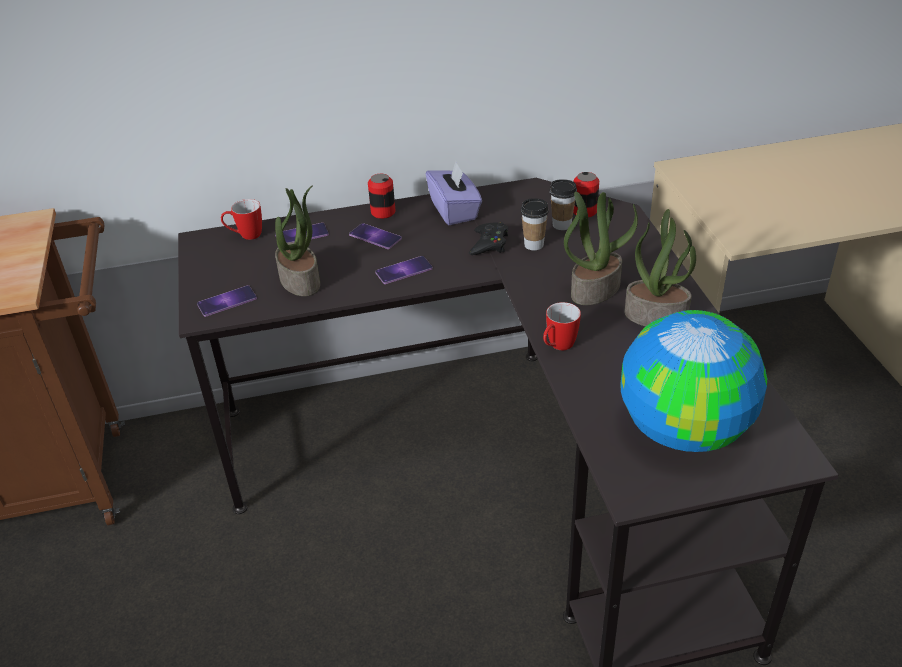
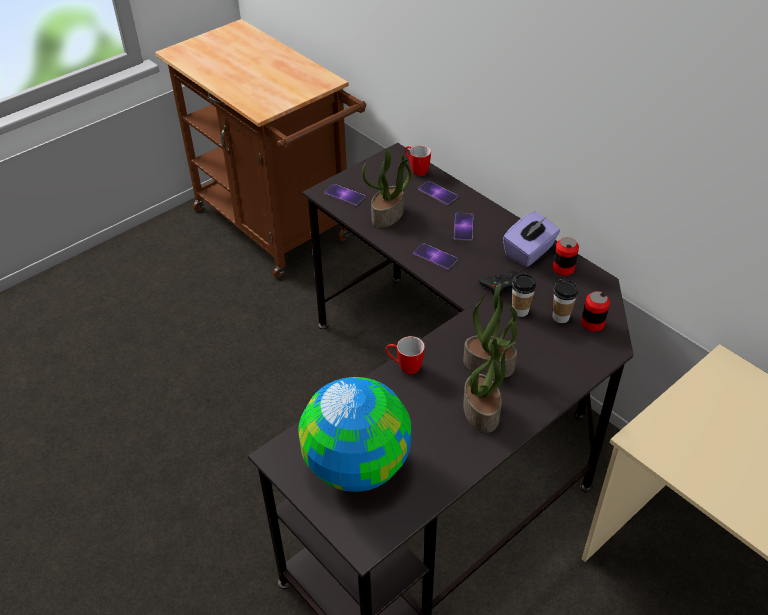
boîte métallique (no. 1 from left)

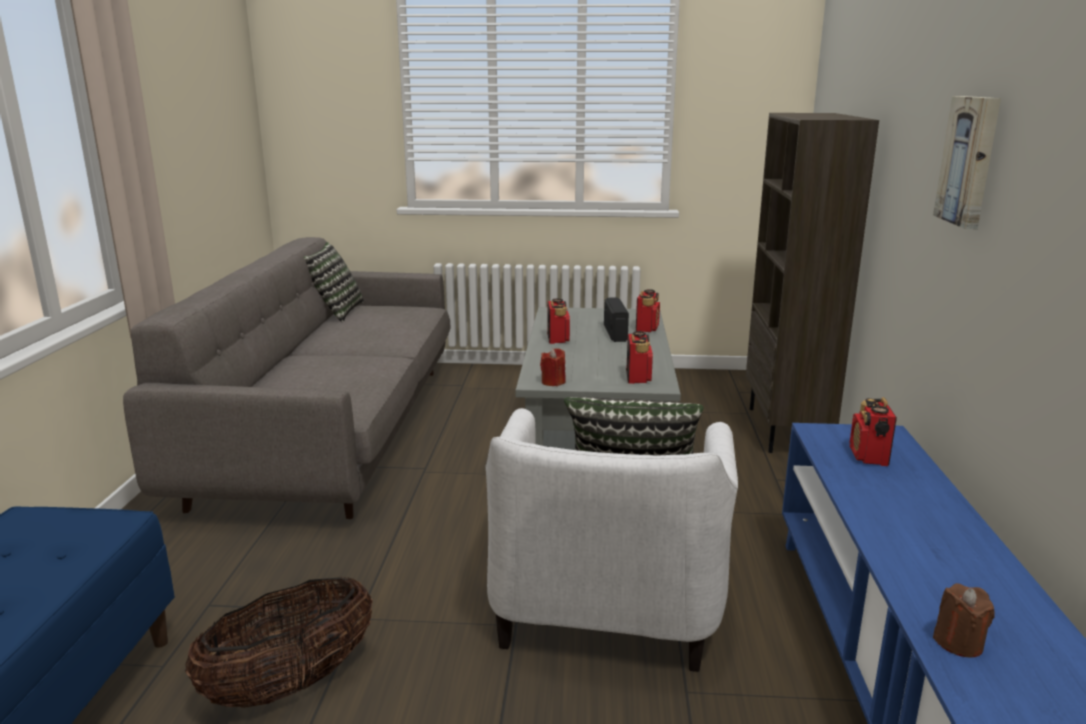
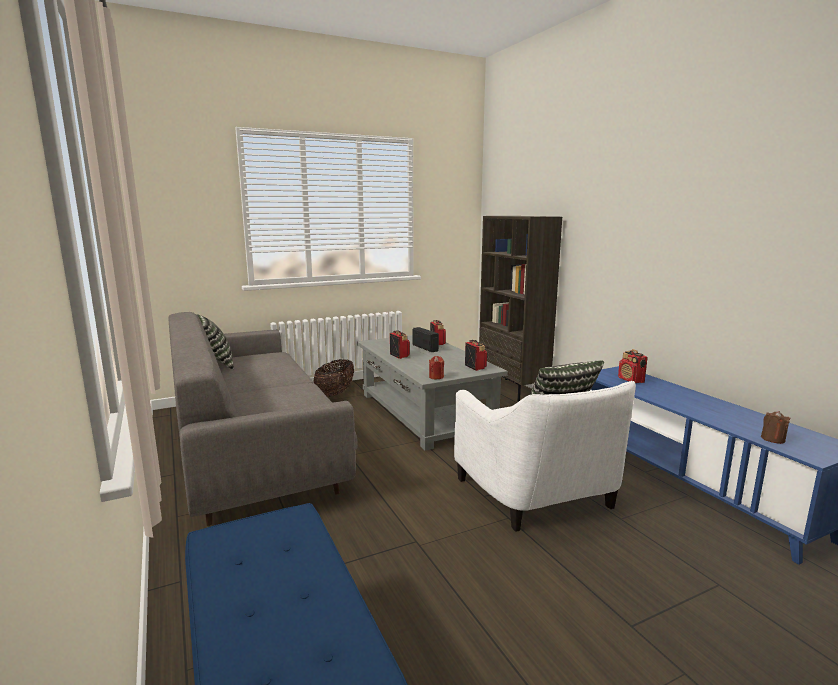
tableau
panier

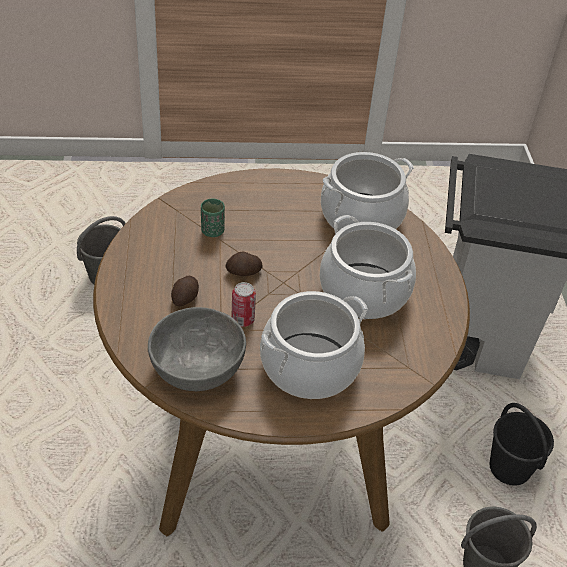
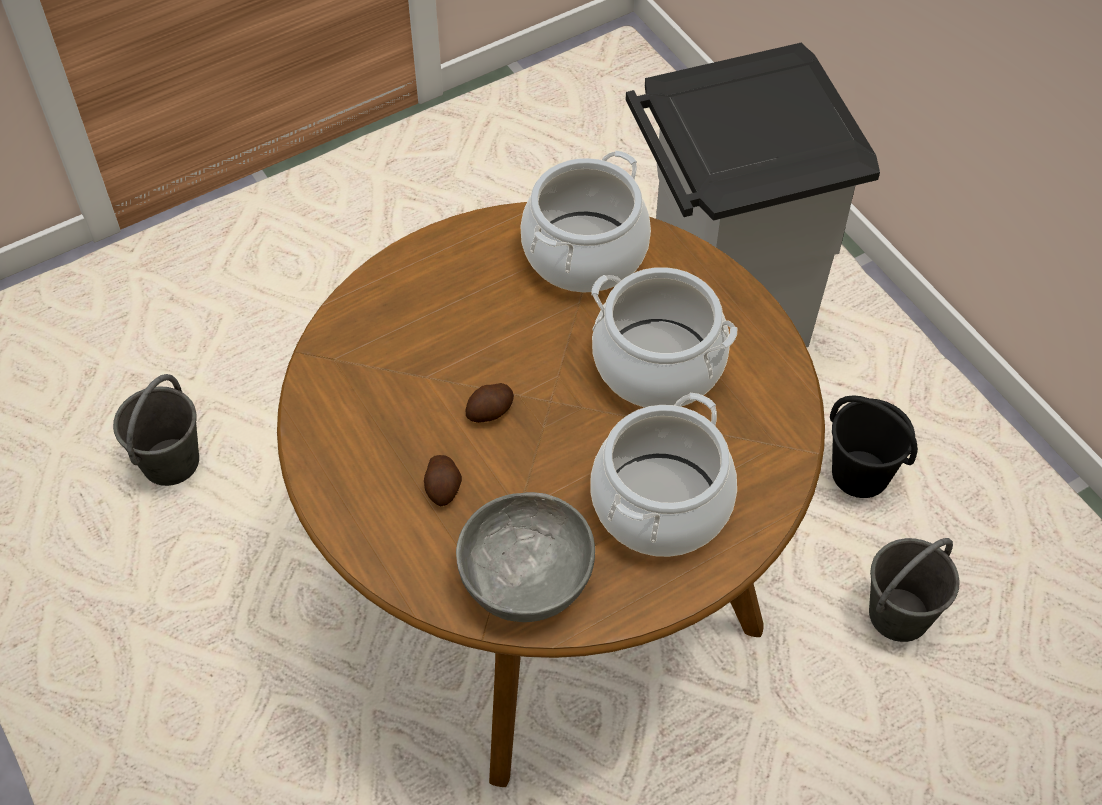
tasse (vert)
boîte métallique

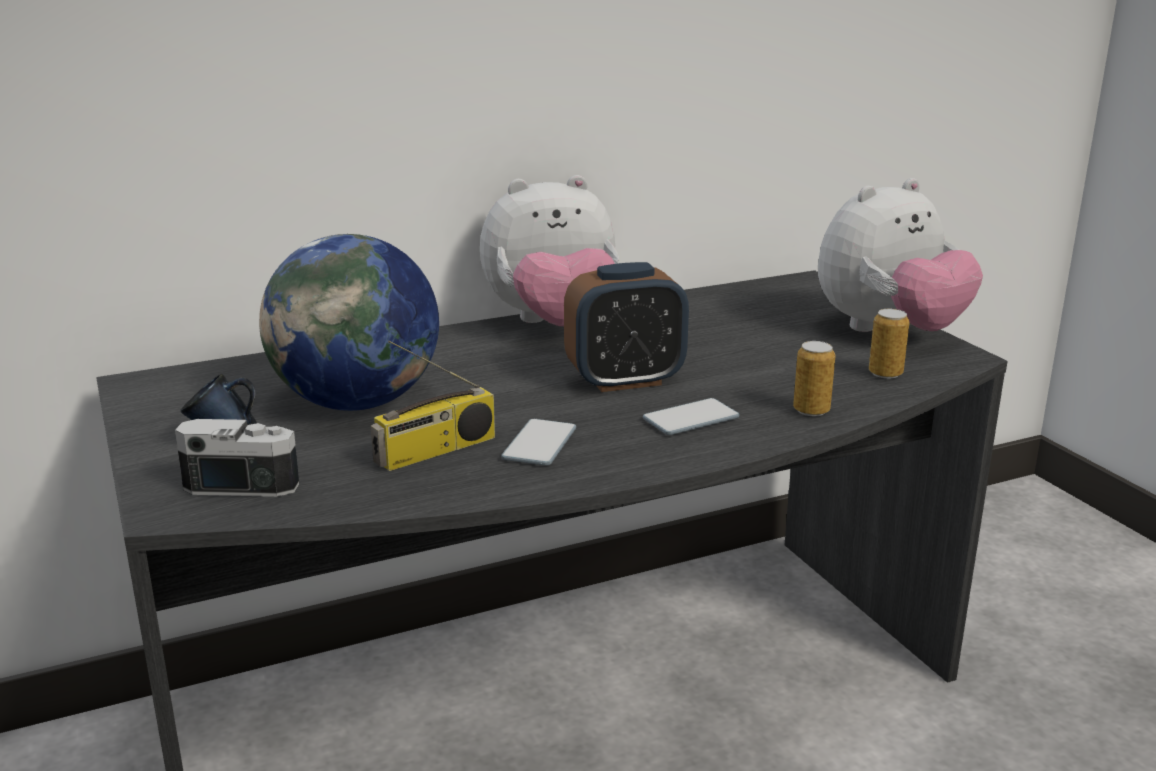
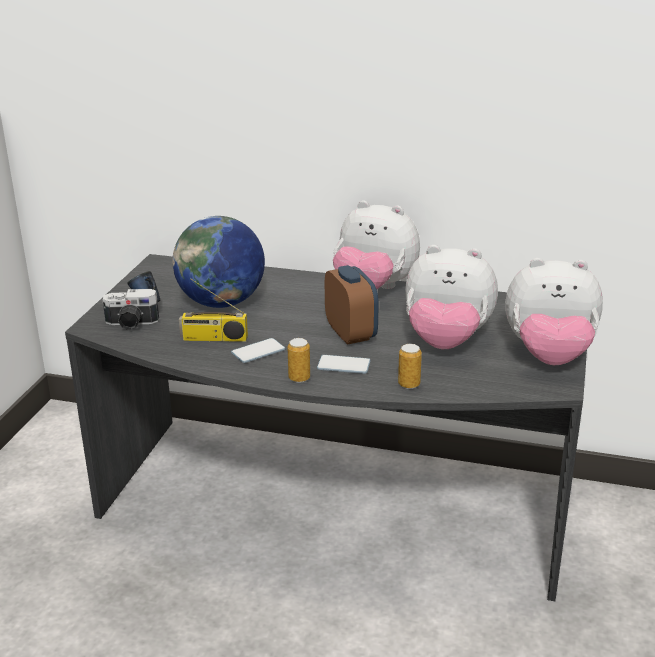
réveil
boîte métallique (no. 1 from left)
appareil photo
peluche (no. 2 from left)

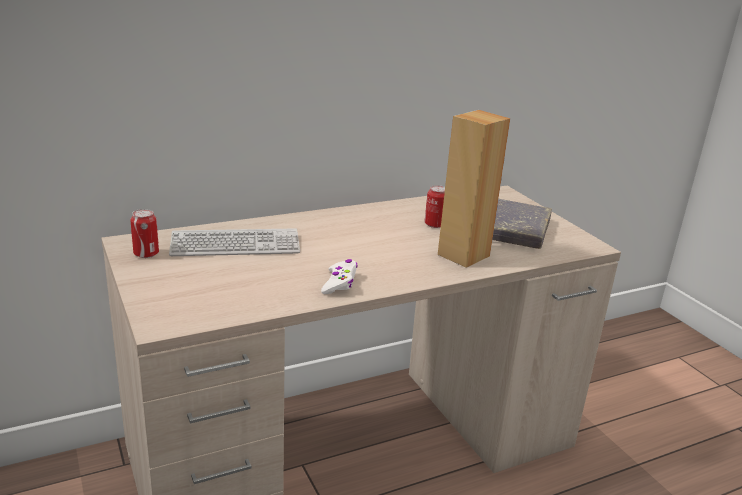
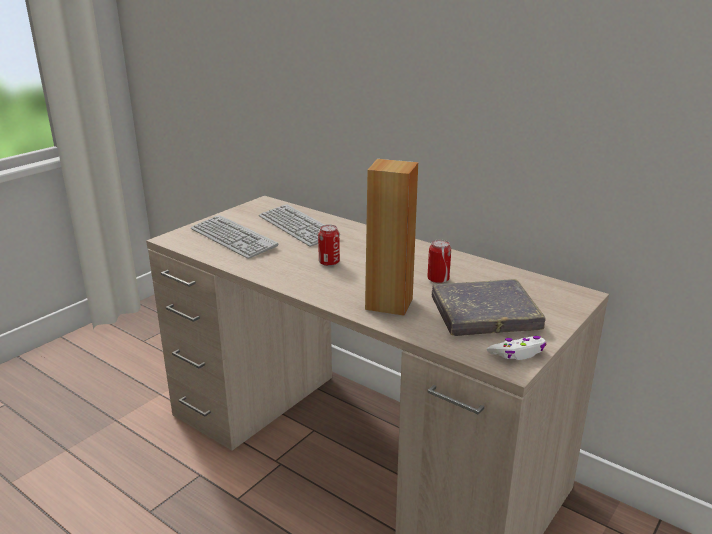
boîte métallique (no. 1 from left)
manette (blanc)
clavier (no. 1 from left)

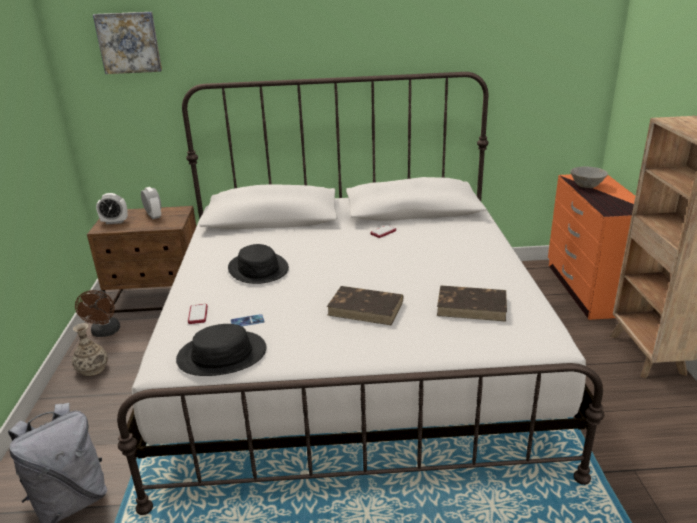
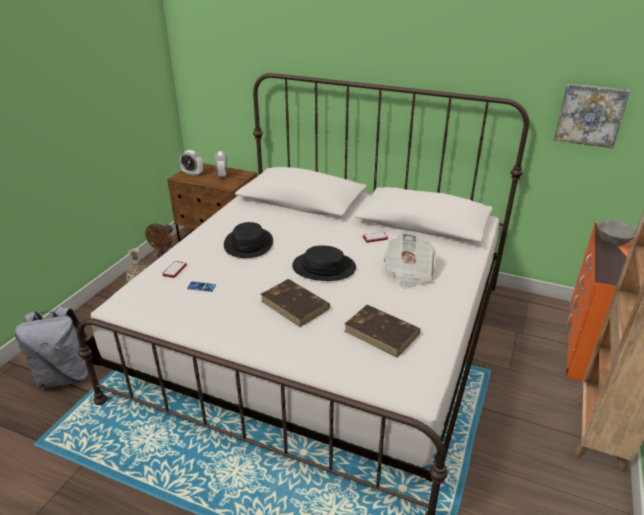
tableau
chapeau (noir) (no. 2 from left)
journal

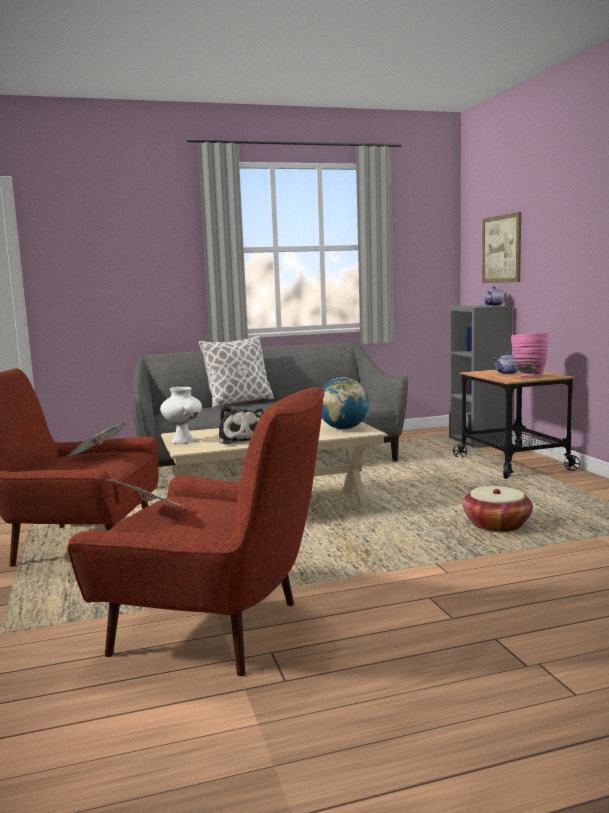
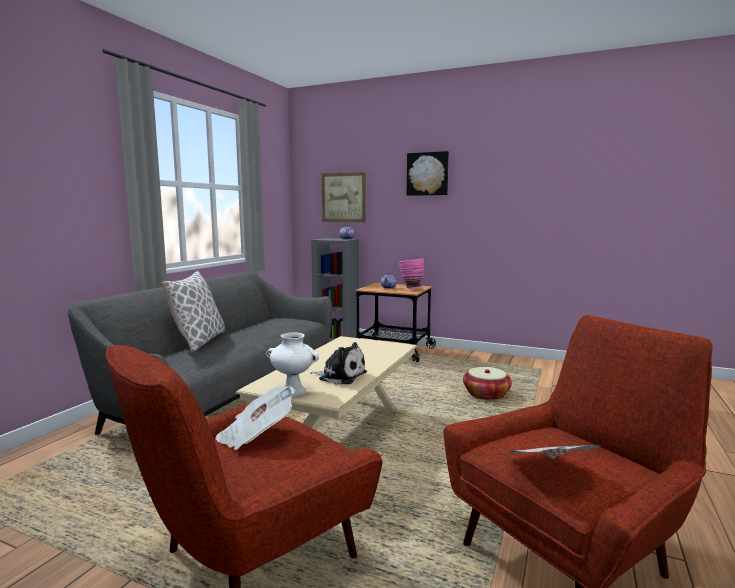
globe
tableau (no. 2 from left)

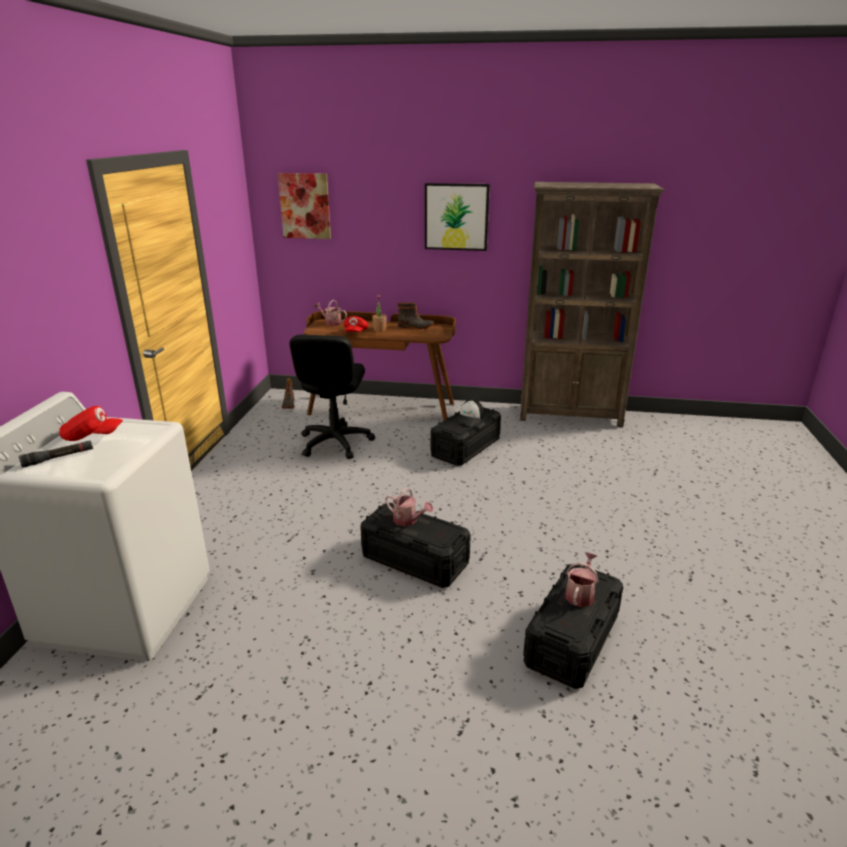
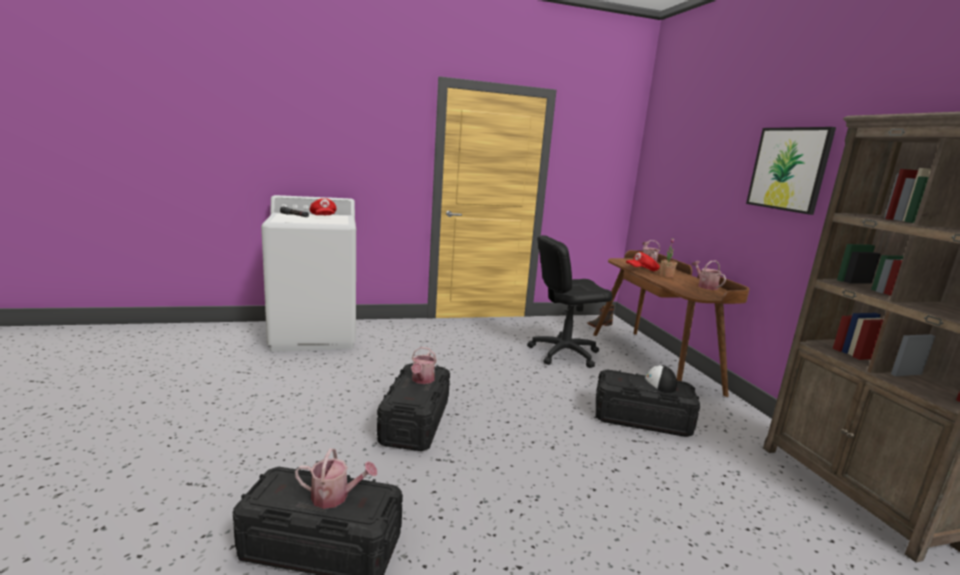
tableau (no. 1 from left in the first image)
arrosoir (no. 4 from left)

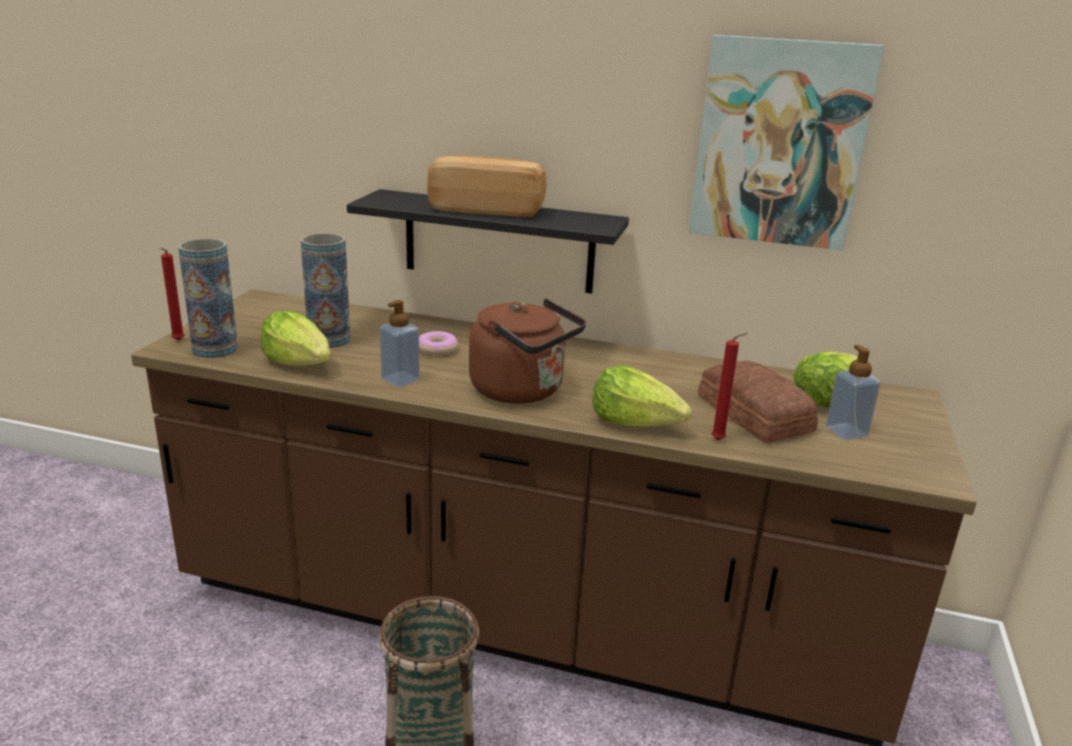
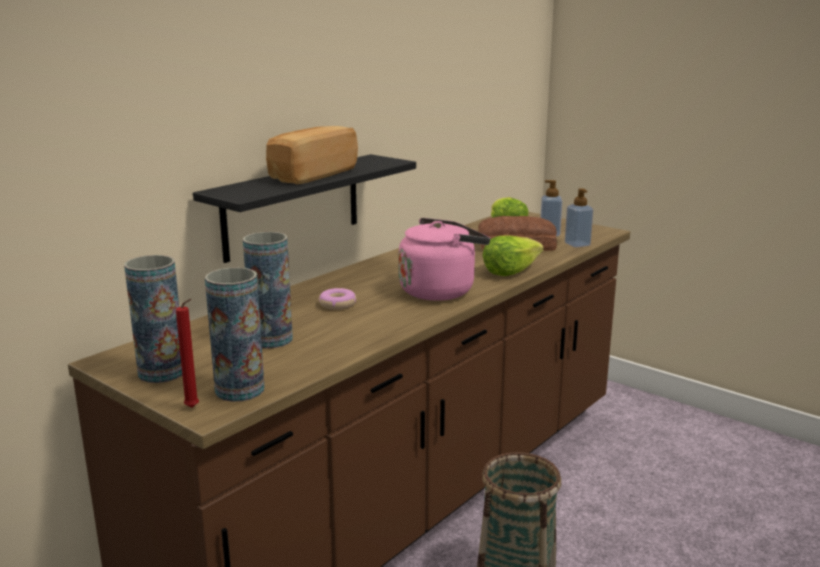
tableau
bouilloire (rose)
distributeur de savon (no. 2 from left)
laitue (no. 1 from left in the first image)
bougie (rouge) (no. 2 from left in the first image)
vase (no. 1 from left)

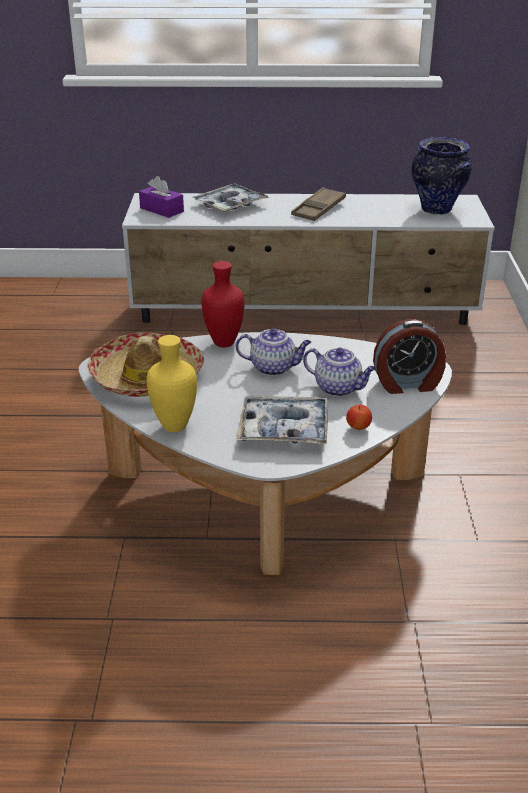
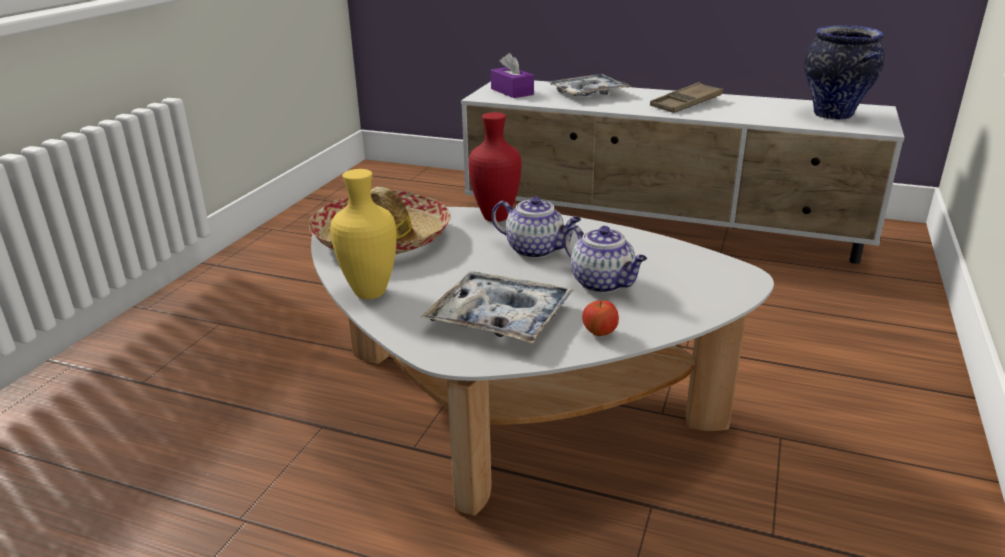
réveil

